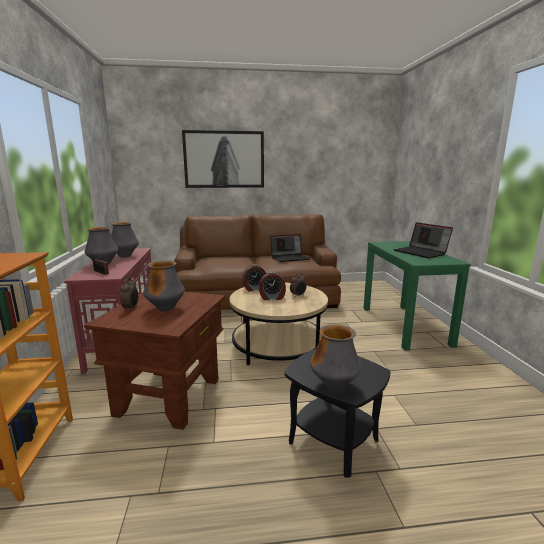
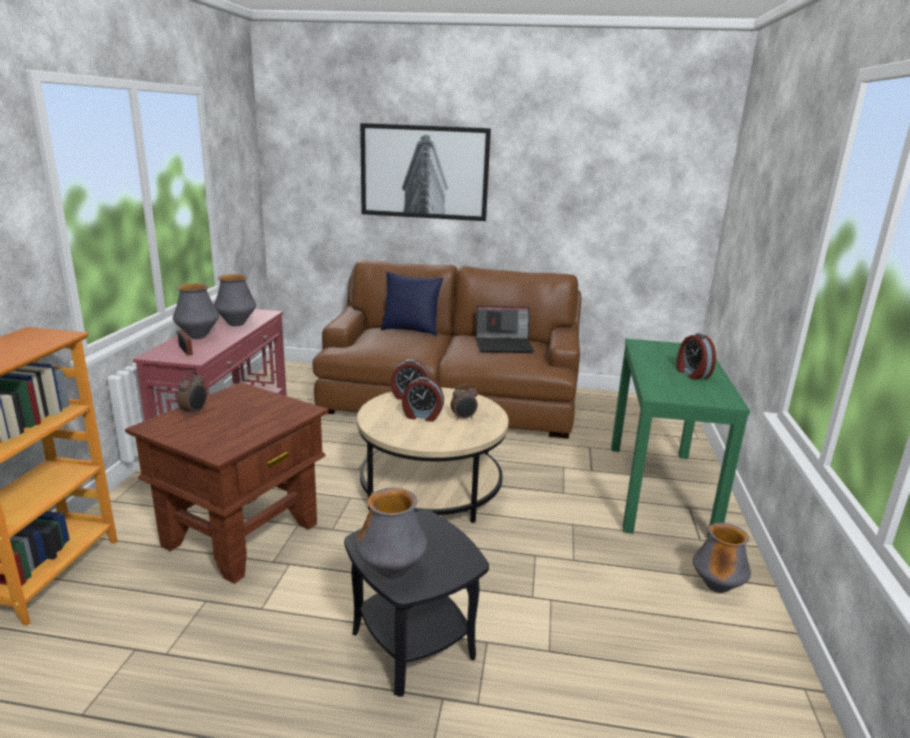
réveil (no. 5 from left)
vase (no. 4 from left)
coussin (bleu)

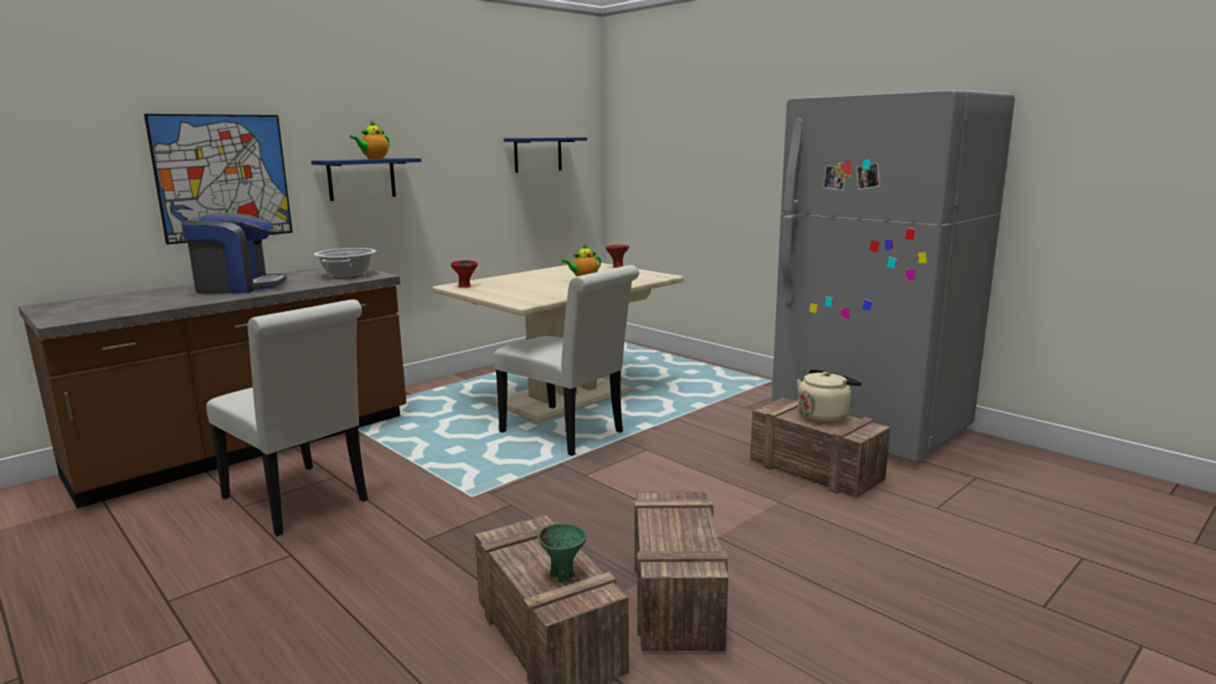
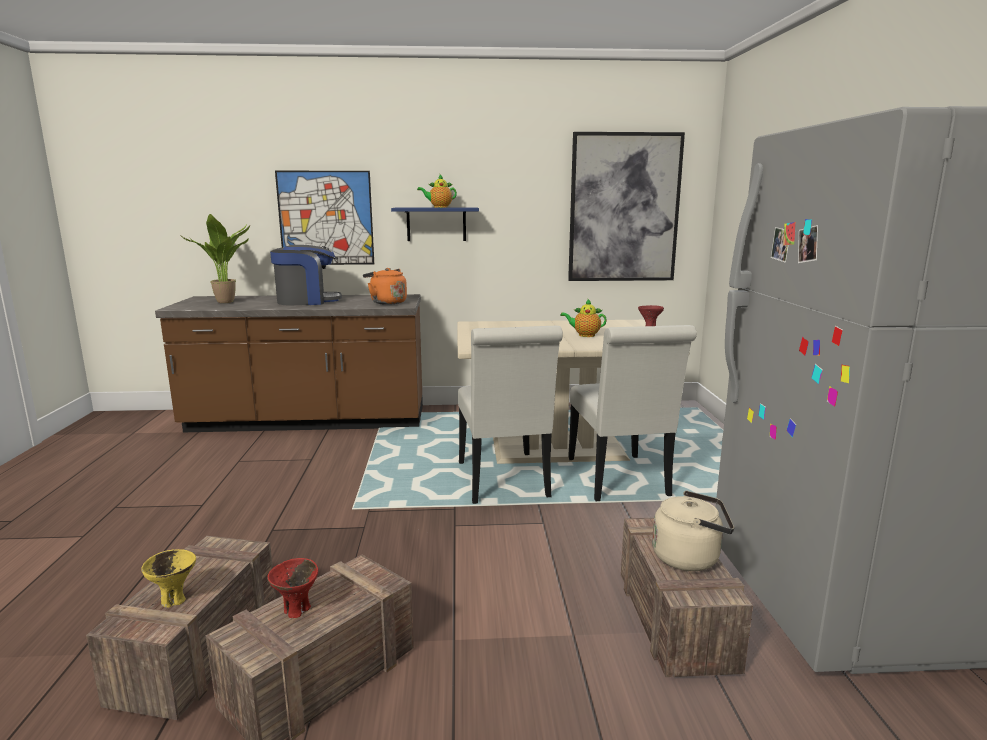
tableau (no. 2 from left)
machine à café
bouilloire (orange)
bol (rouge) (no. 1 from left)
chaise (blanc) (no. 2 from left)
bol (jaune)
plante en pot

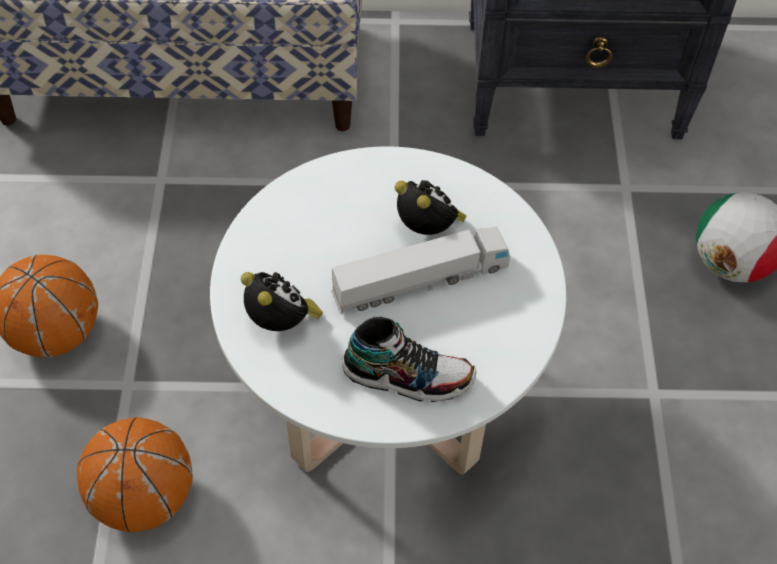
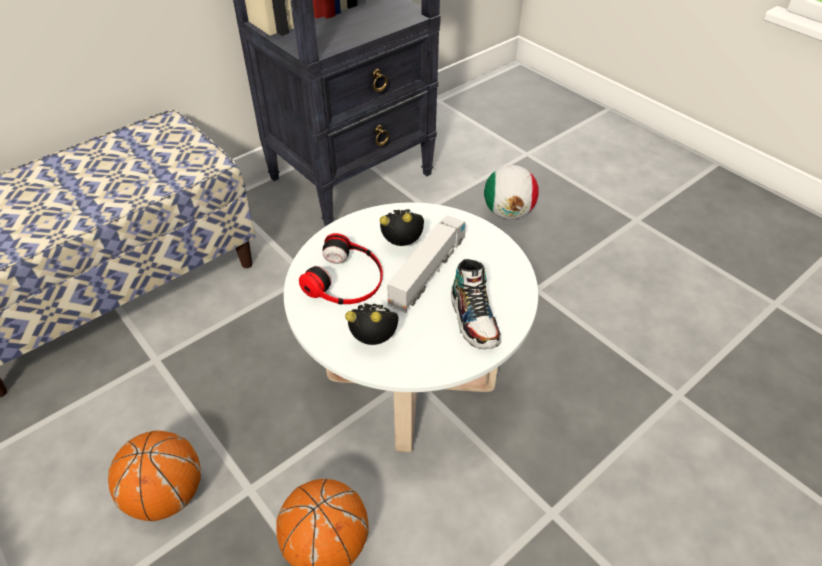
chaussure
casque audio

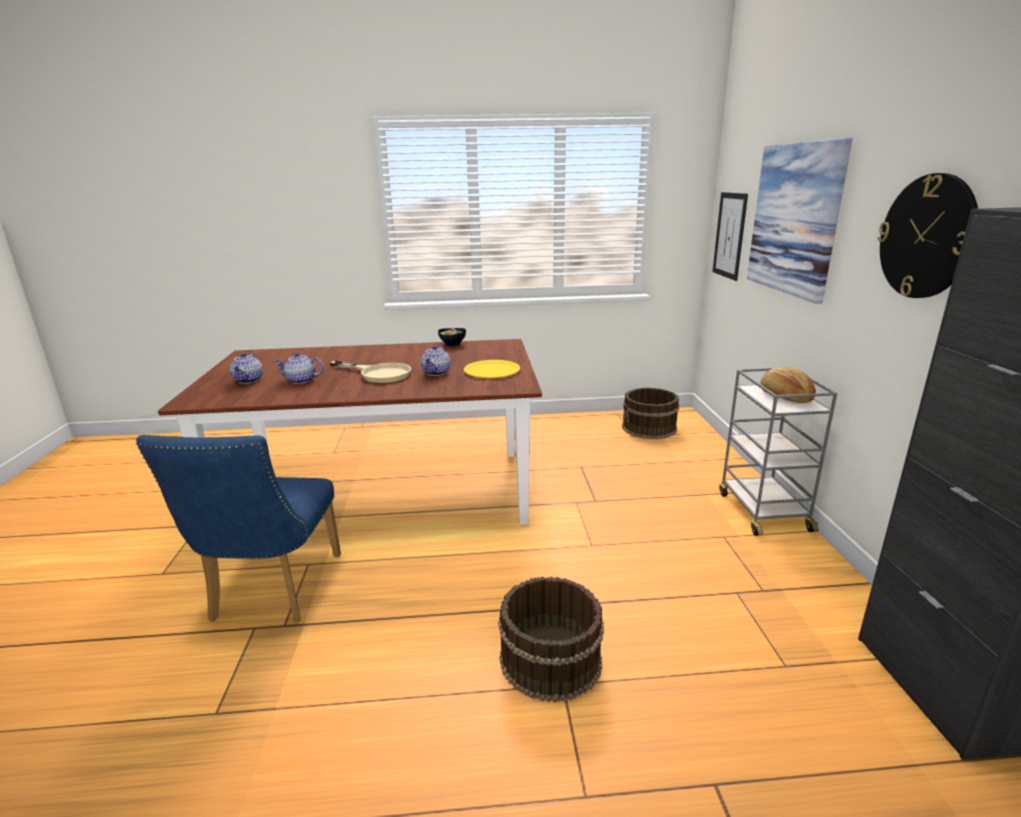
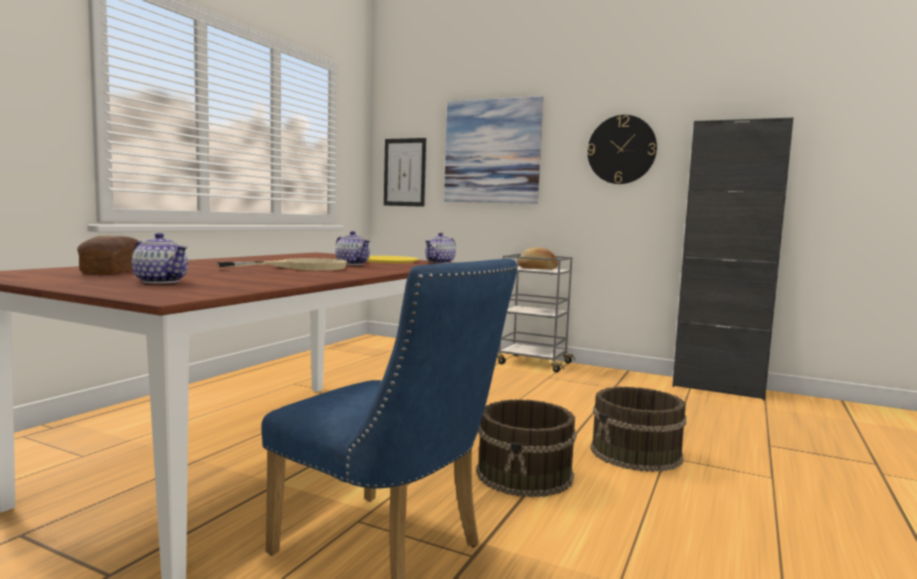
bol
théière (no. 3 from left)
seau (marron) (no. 1 from left)
pain (no. 1 from left)

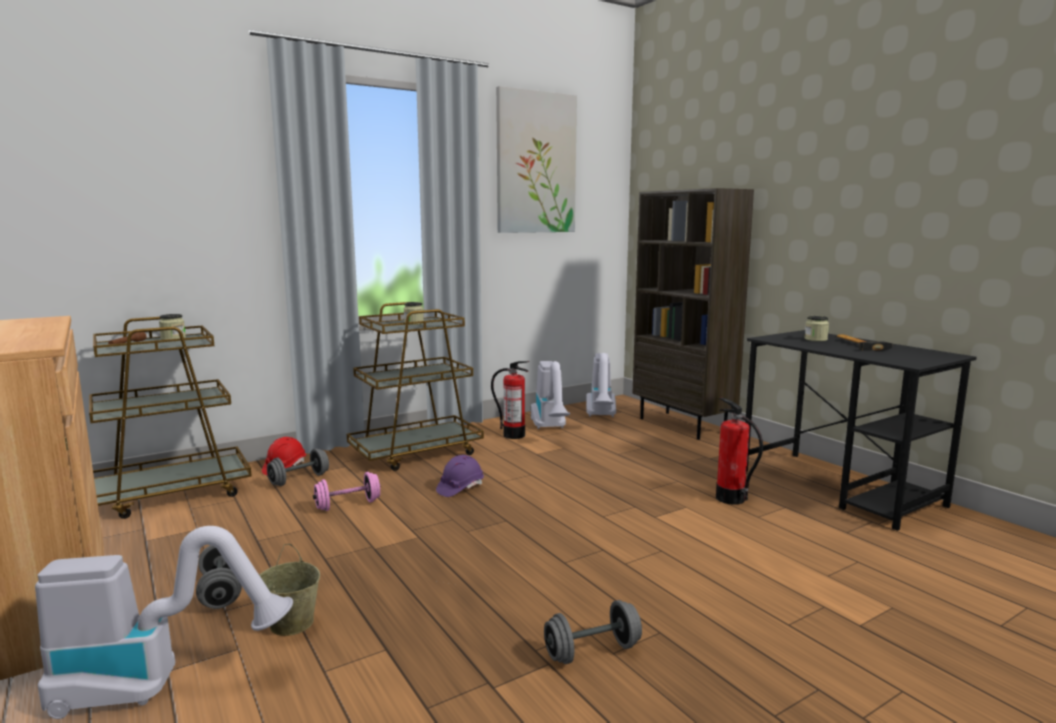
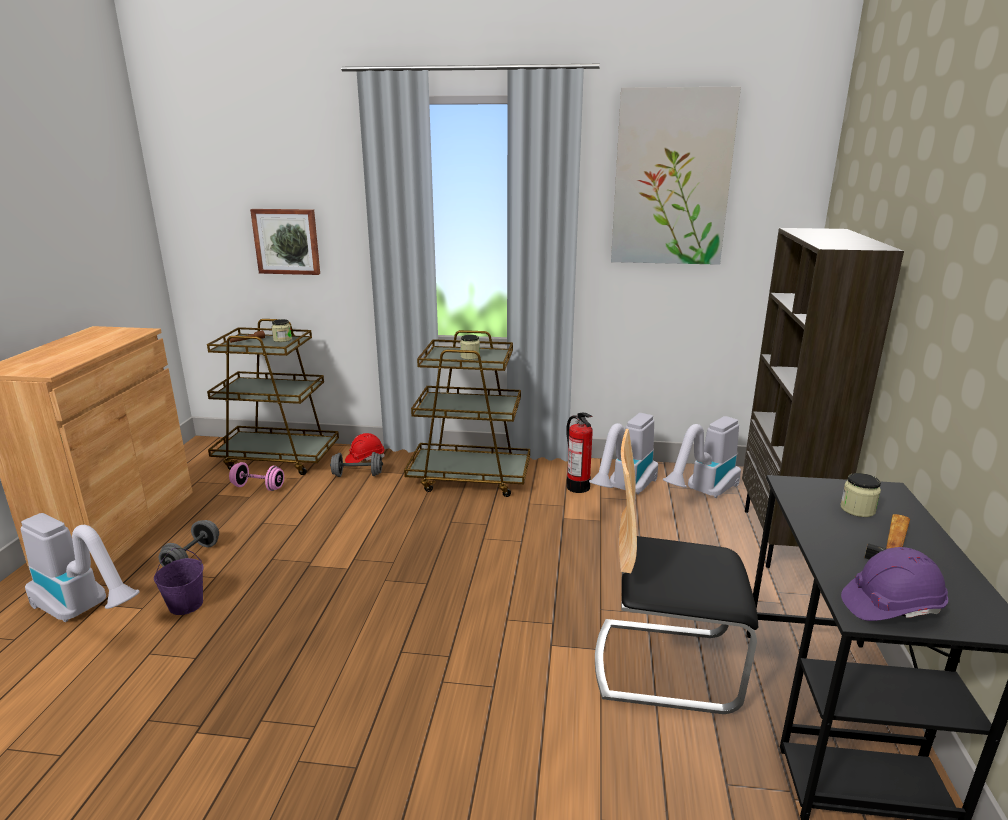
chaise
casque de chantier (violet)
haltère (rose)
seau (violet)
haltère (gris) (no. 3 from left in the first image)
tableau (no. 1 from left)

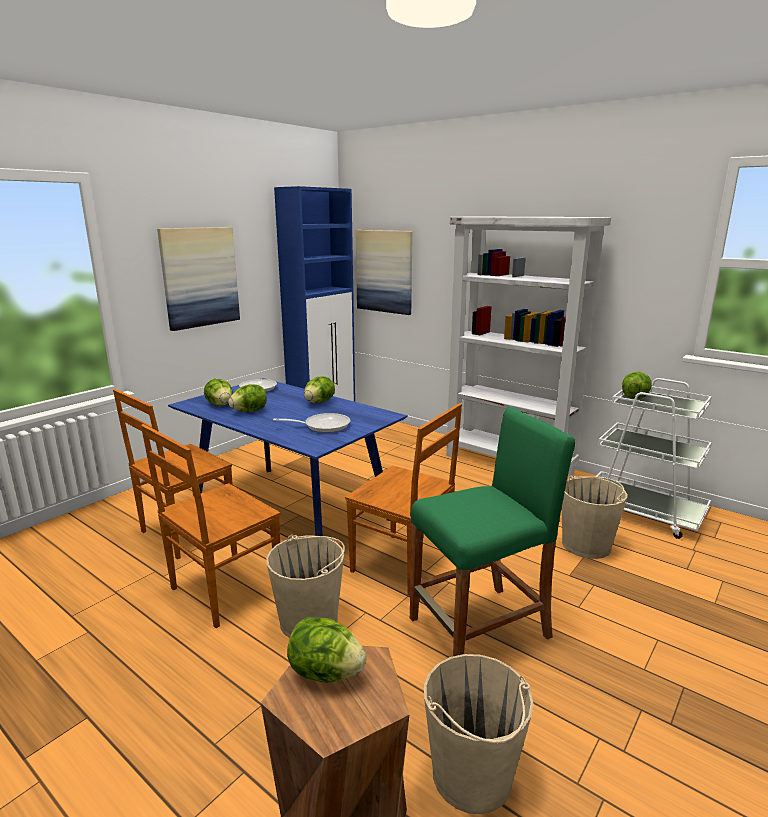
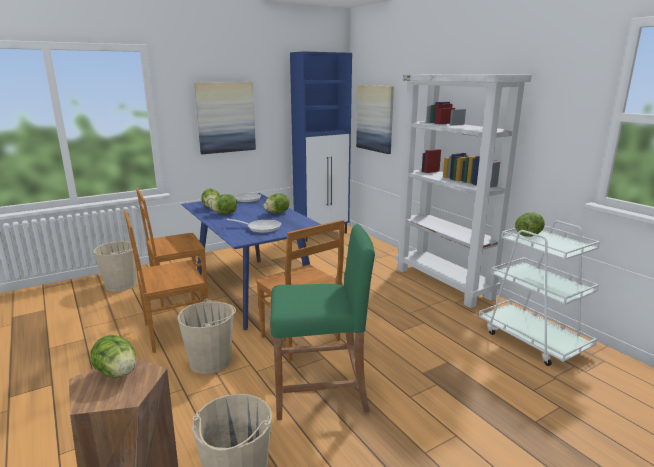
seau (beige) (no. 1 from left)

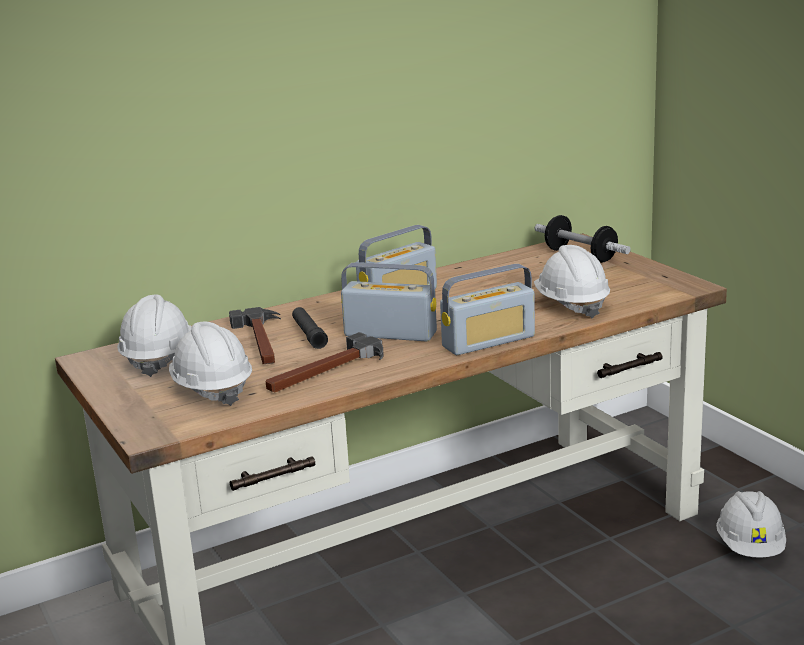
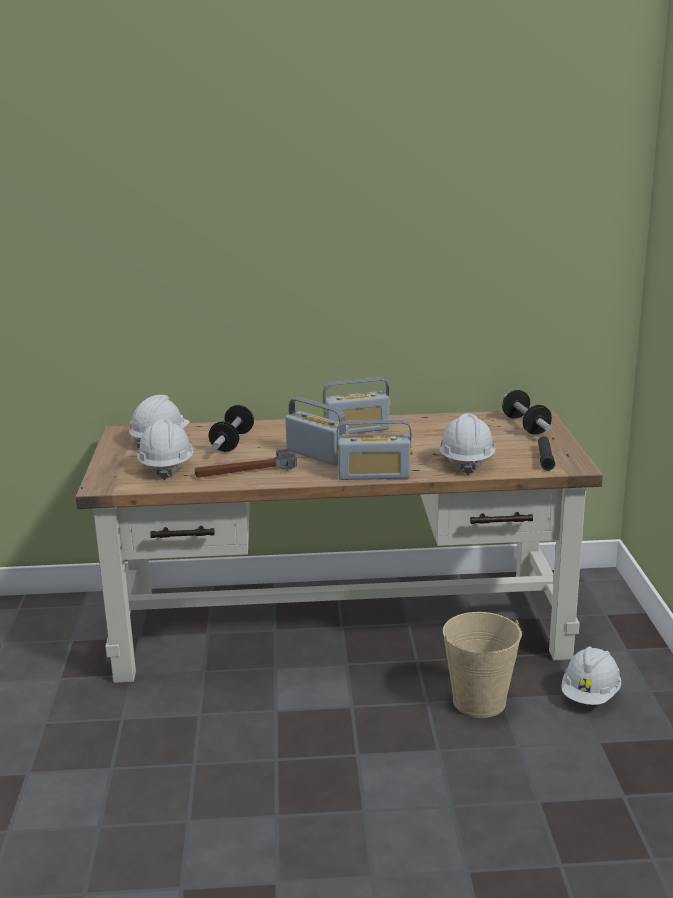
haltère (no. 1 from left)
lampe de poche (noir)
seau (beige)

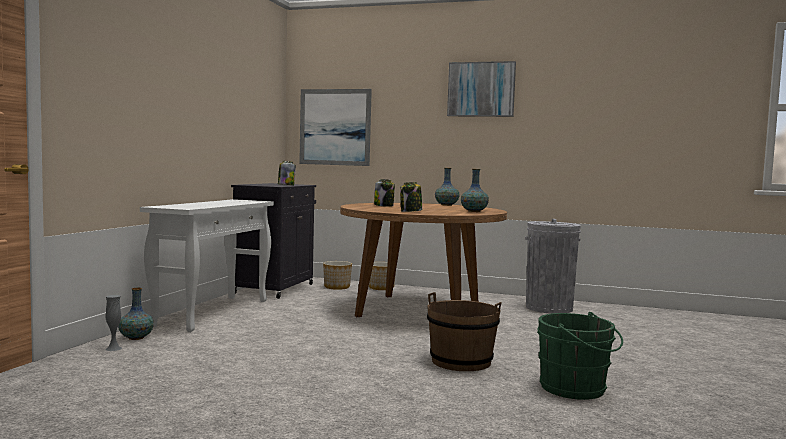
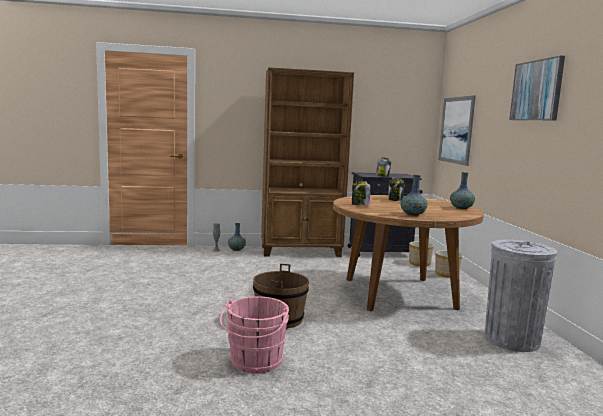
bibliothèque (marron)
seau (rose)

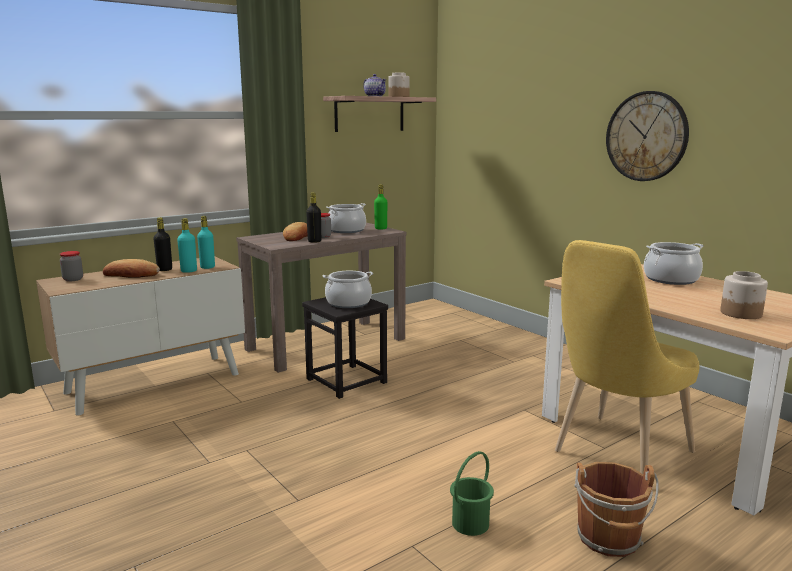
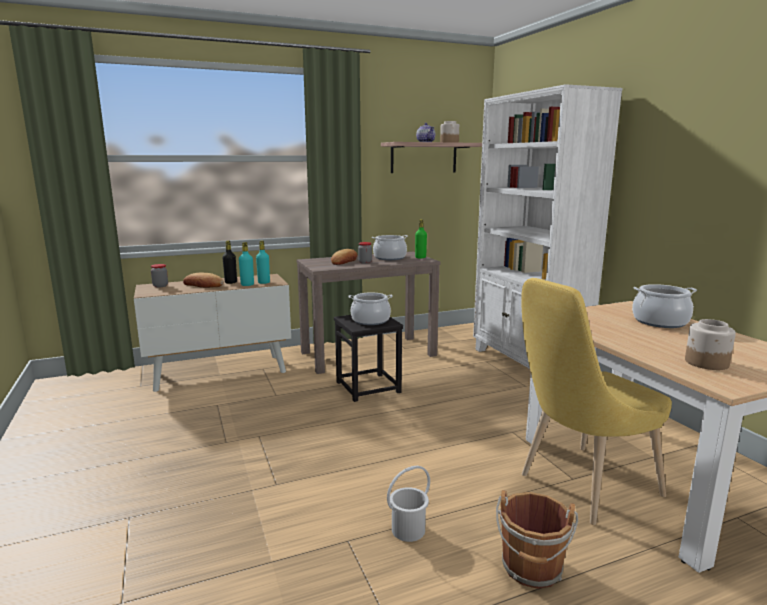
horloge murale
bouteille (noir) (no. 2 from left in the first image)
seau (blanc)
bibliothèque (blanc)

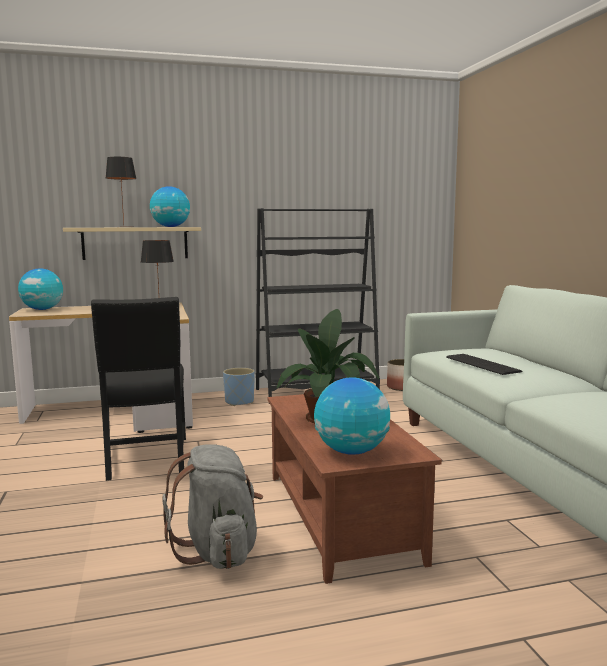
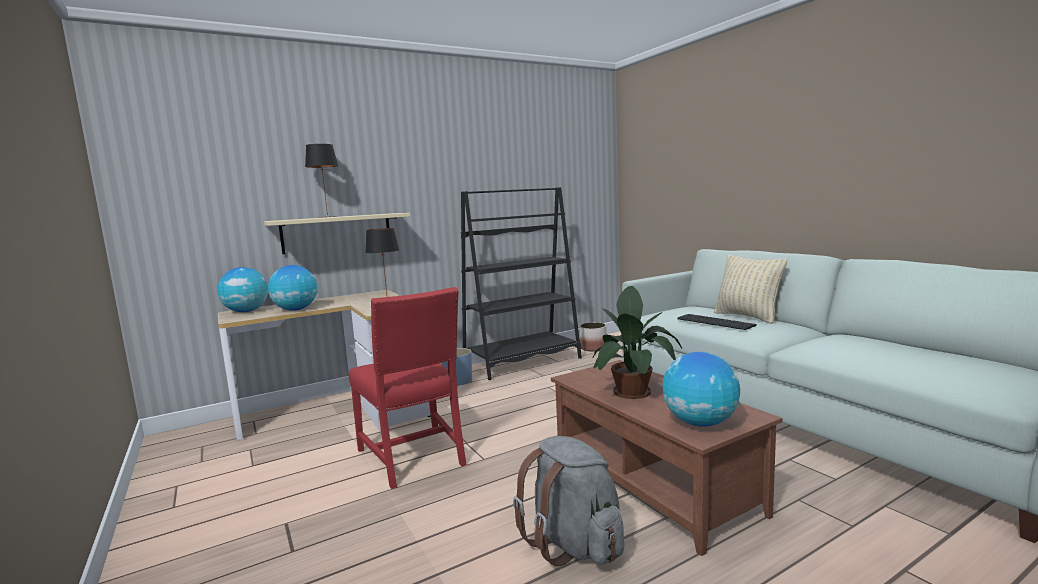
globe (no. 2 from left)
chaise (rouge)
coussin (beige)

